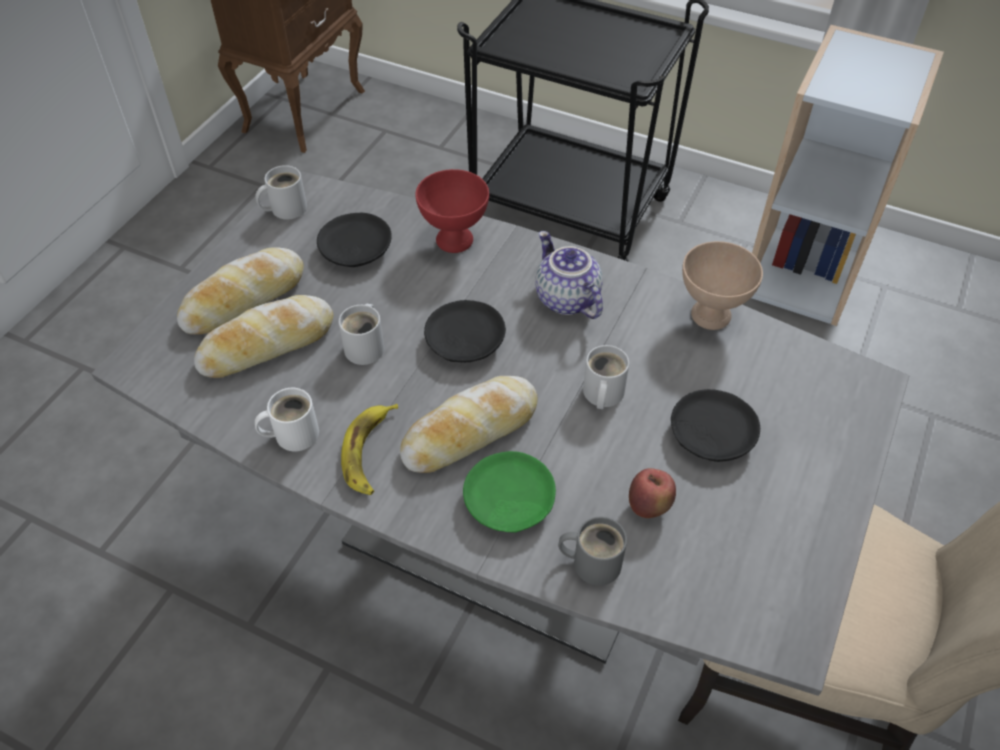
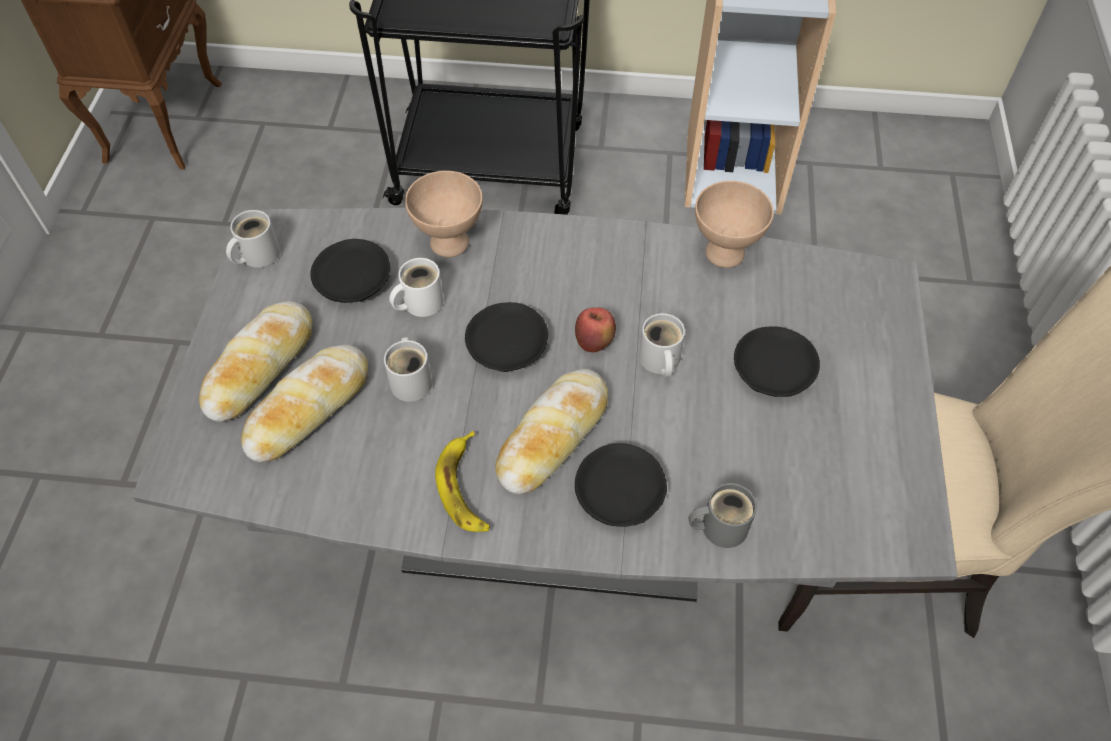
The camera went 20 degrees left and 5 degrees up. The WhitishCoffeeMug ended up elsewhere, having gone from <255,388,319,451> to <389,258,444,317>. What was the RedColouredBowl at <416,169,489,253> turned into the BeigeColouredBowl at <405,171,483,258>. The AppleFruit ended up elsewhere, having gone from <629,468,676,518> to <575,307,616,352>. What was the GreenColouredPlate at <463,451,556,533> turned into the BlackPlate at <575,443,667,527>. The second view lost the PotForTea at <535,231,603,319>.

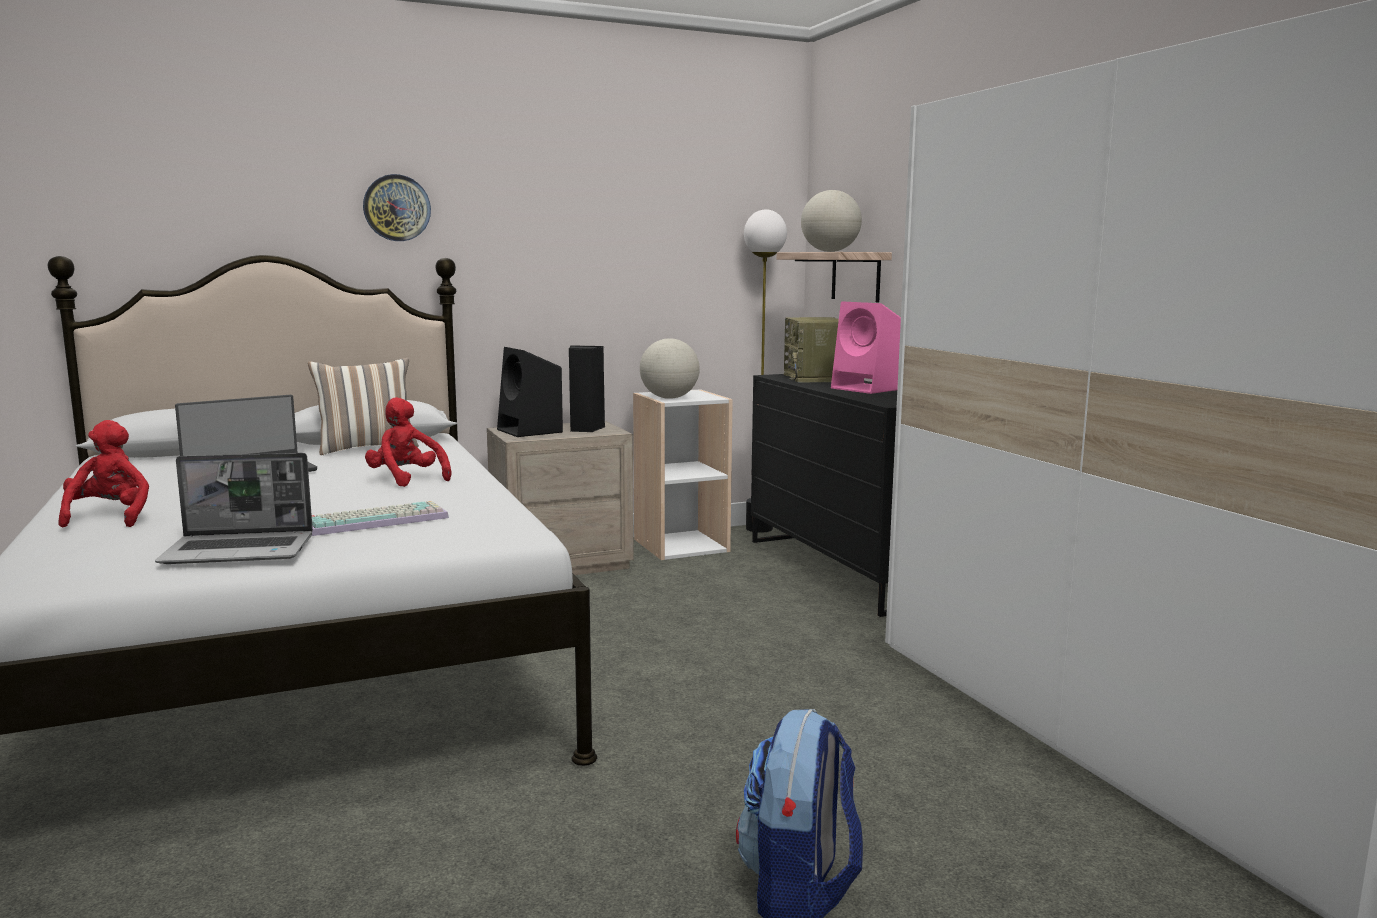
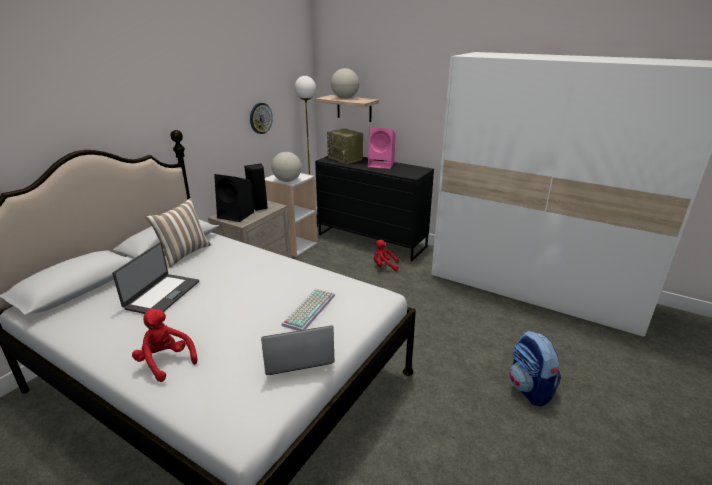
The camera went 35 degrees left and 15 degrees up. The ClockOnTheWall ended up elsewhere, having gone from <363,174,431,241> to <250,103,273,134>. The Laptop at <155,453,313,564> ended up facing another way, 150 degrees counterclockwise from before. The RedColouredSoftToy ended up elsewhere, having gone from <365,397,452,487> to <374,240,399,271>.

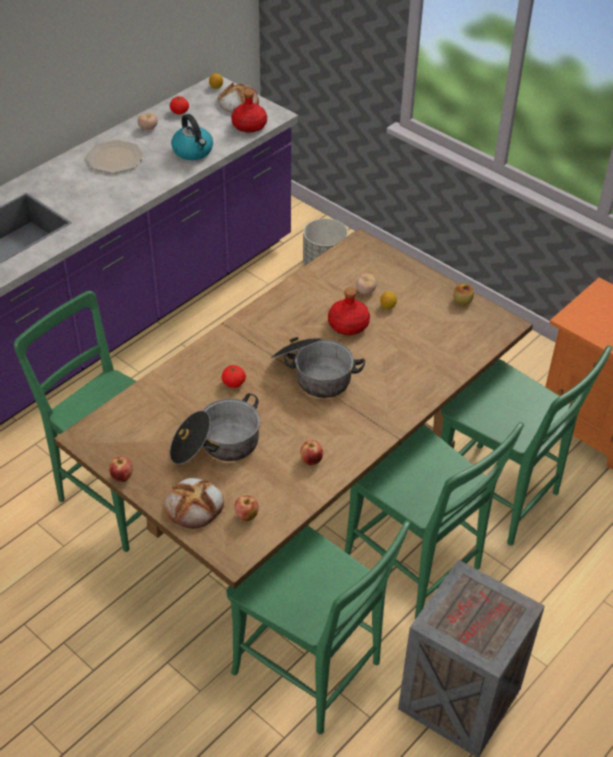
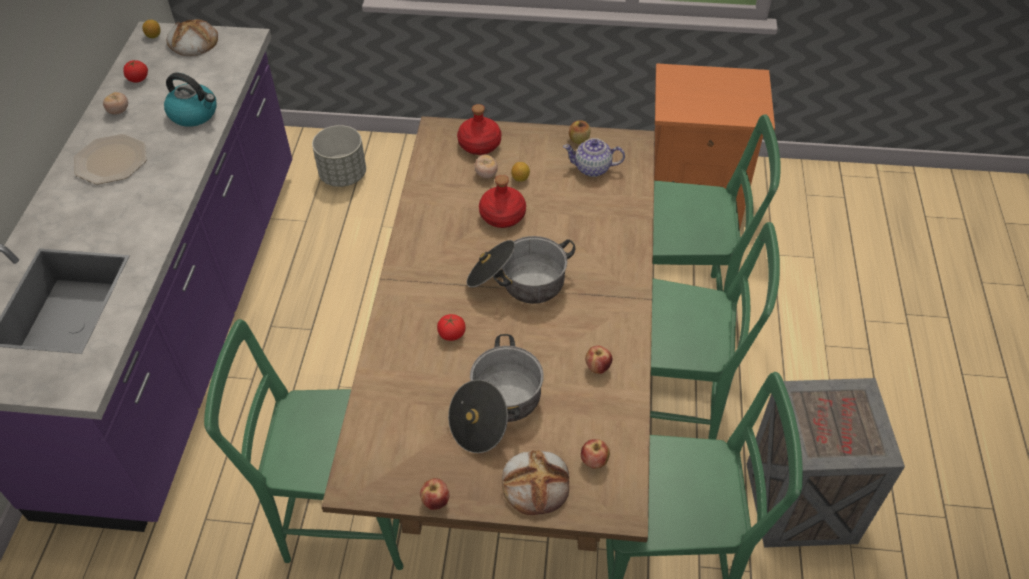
The camera went 35 degrees left and 5 degrees up. The RedColouredDrinkBottle ended up elsewhere, having gone from <231,90,267,133> to <457,104,501,155>. The second view gained the PotForTea at <563,138,625,177>.

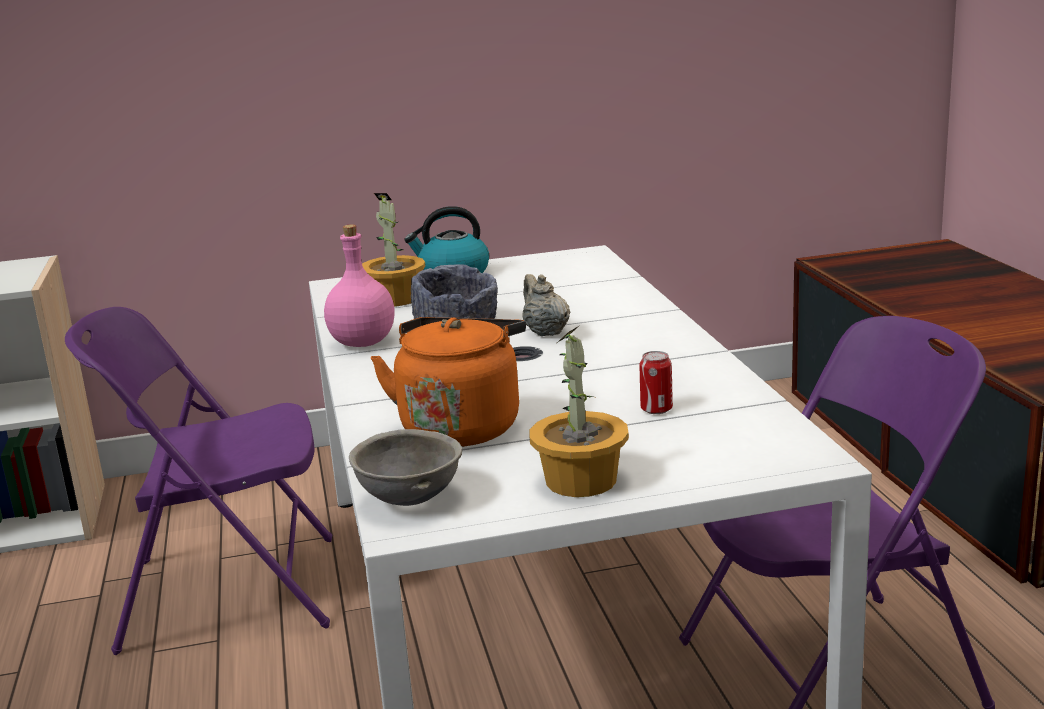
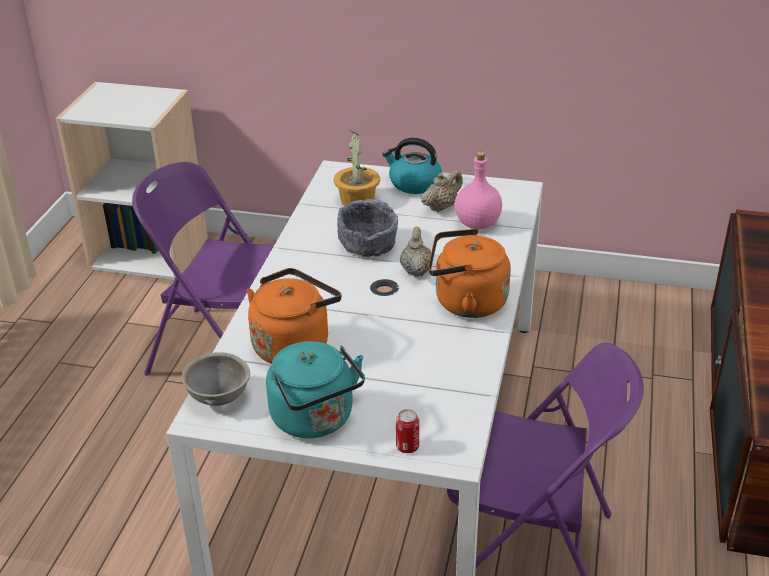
The camera went 25 degrees right and 15 degrees up. Where the PlantInAPot stood at <530,326,629,497>, the BlueGreenTeaKettle came to stand at <266,341,365,438>. The Can ended up elsewhere, having gone from <640,351,673,414> to <396,409,419,453>. The second view gained the BeigeColouredPotForTea at <421,170,463,212>. The second view gained the OrangeTeaKettle at <428,229,511,318>. The PinkDrinkBottle ended up elsewhere, having gone from <324,224,394,347> to <455,151,502,230>.

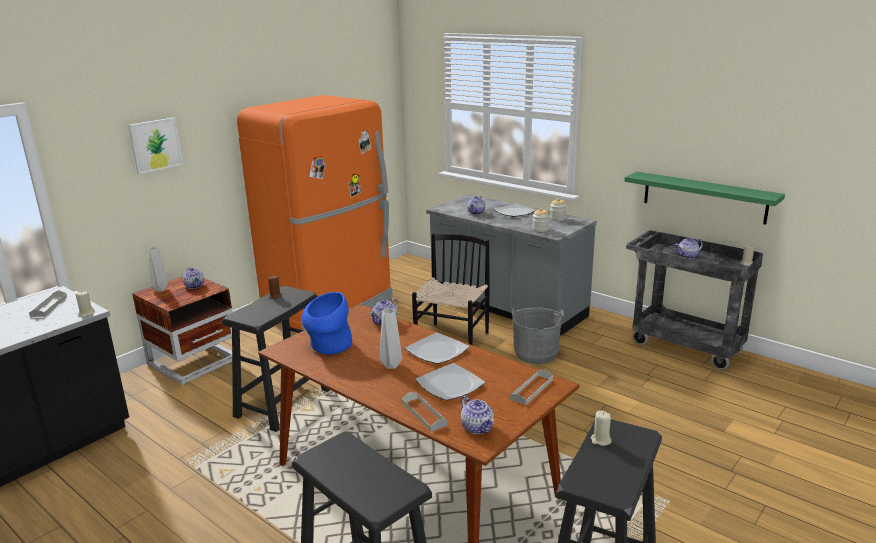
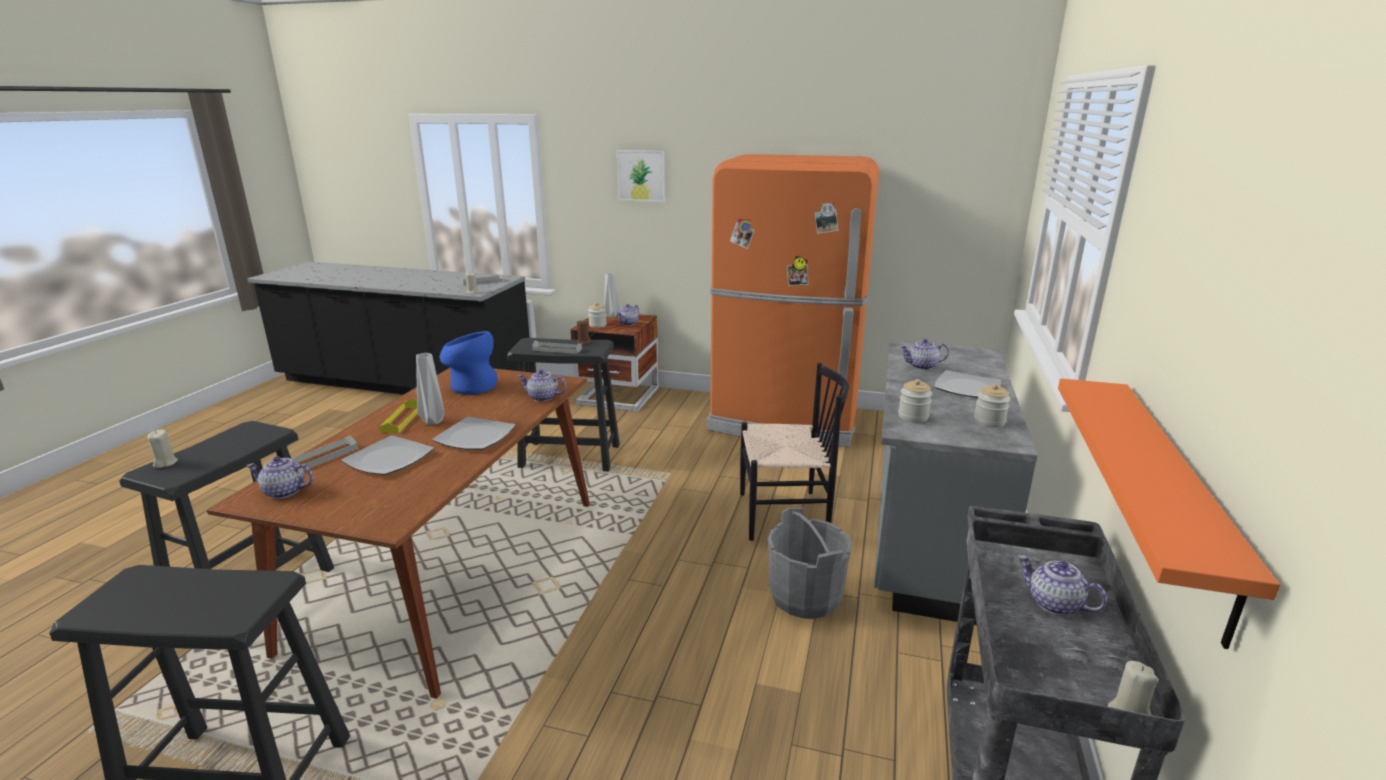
The camera went 65 degrees right and 0 degrees up. The BeigeColouredWaxCandle ended up elsewhere, having gone from <591,411,611,446> to <148,430,178,468>. The PotForTea at <461,396,494,434> ended up facing another way, 60 degrees clockwise from before. The second view gained the YellowColouredServingTray at <379,398,417,433>. The GreyishServingTray ended up elsewhere, having gone from <510,369,553,405> to <532,340,582,354>. The second view gained the PreserveJar at <588,302,607,328>. What was the GreenColouredBracketShelf at <624,172,785,225> turned into the OrangeBracketShelf at <1058,379,1280,649>.

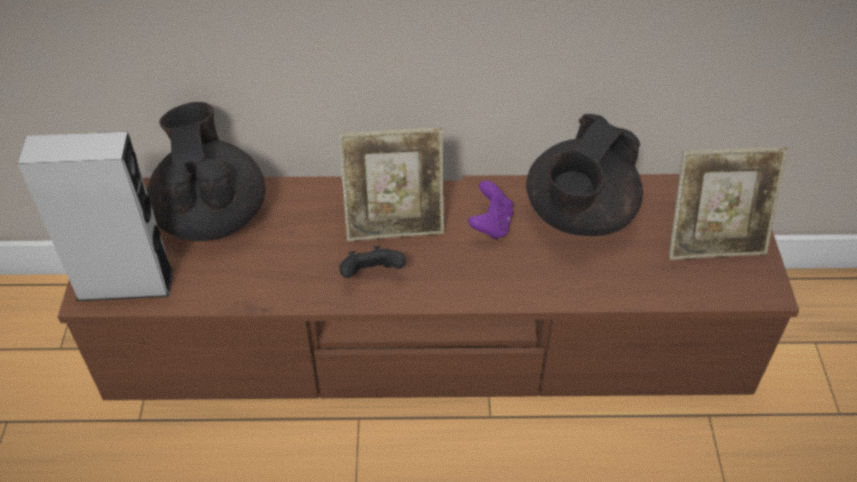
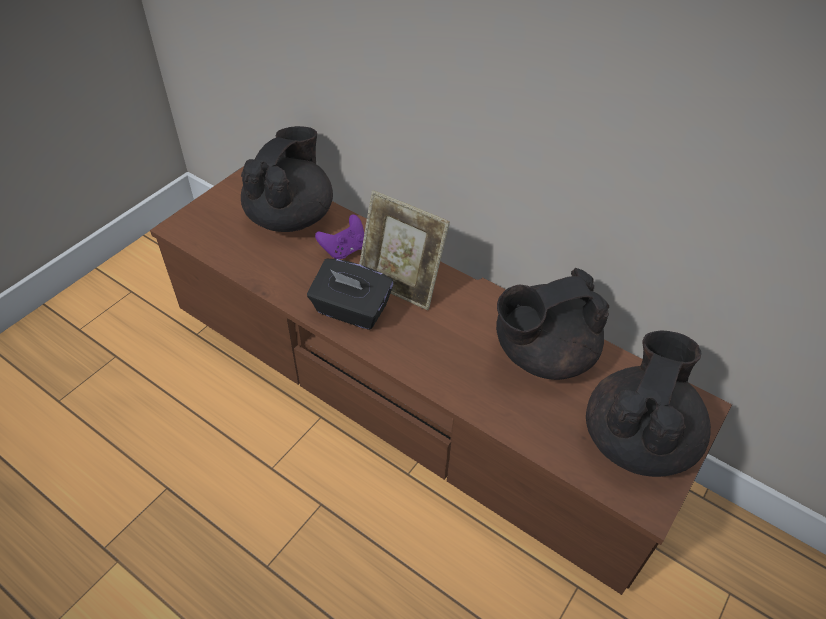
The camera went 35 degrees right and 0 degrees up. Where the BlackGamepad stood at <339,245,406,278>, the BlackBoxOfTissues came to stand at <307,259,393,330>. The PurpleGamepad ended up elsewhere, having gone from <468,180,513,240> to <315,214,364,259>. Where the PictureFrame stood at <669,147,788,260>, the BlackPotForTea came to stand at <586,330,711,477>. The second view lost the GreyishSpeaker at <17,132,173,301>.

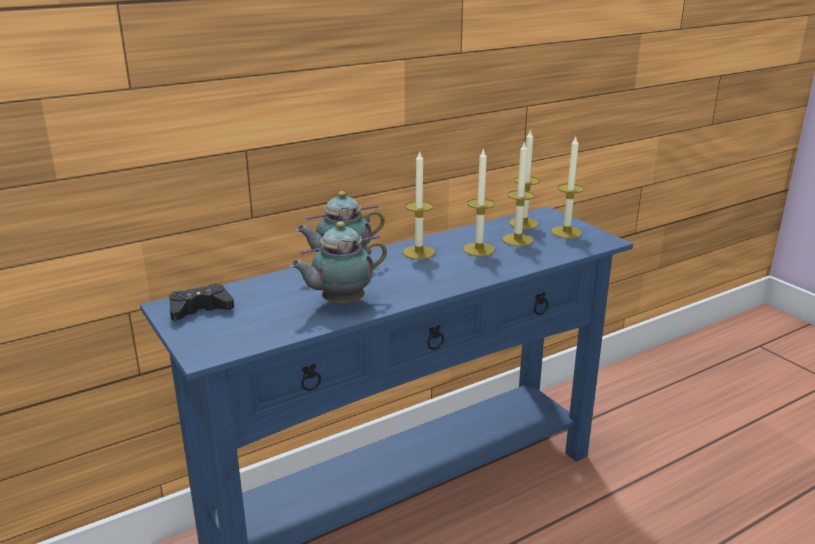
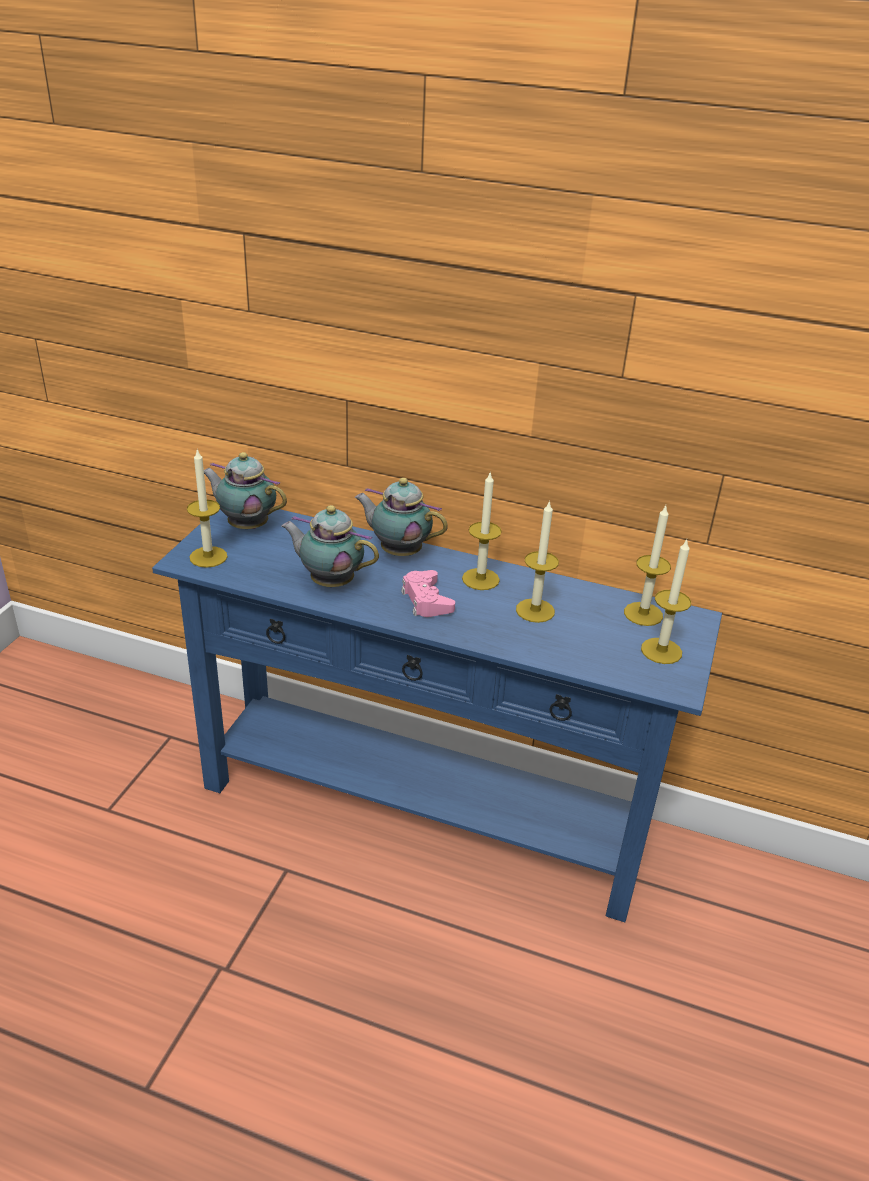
The camera went 50 degrees right and 10 degrees up. The WaxCandle ended up elsewhere, having gone from <502,141,535,246> to <187,449,227,568>. Where the BlackGamepad stood at <169,284,234,321>, the PotForTea came to stand at <204,452,287,529>. The second view gained the PinkGamepad at <401,570,455,617>.

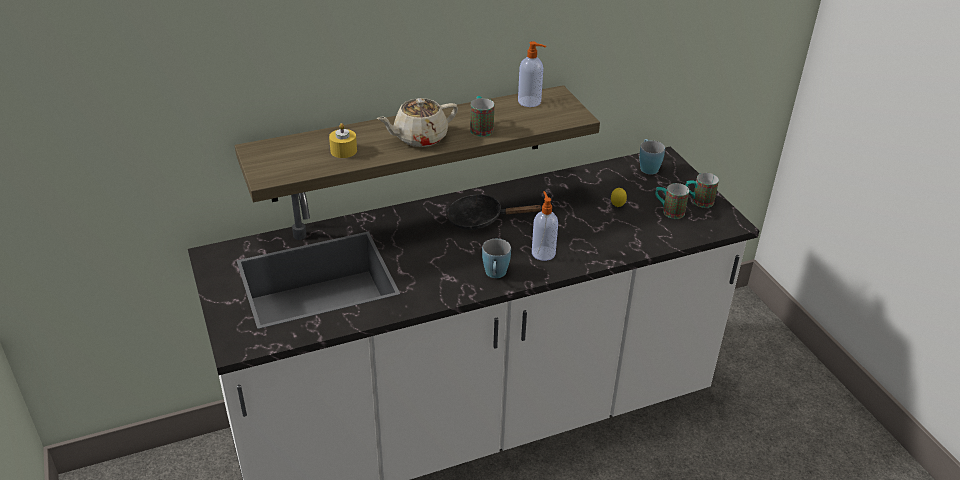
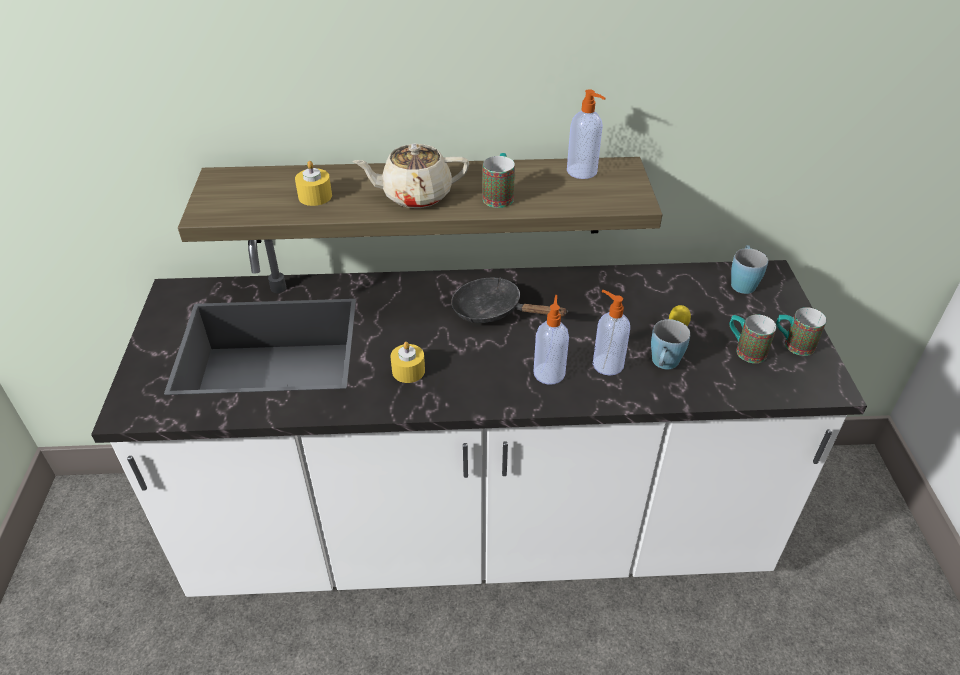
The camera went 20 degrees right and 5 degrees up. The second view gained the YellowColouredWaxCandle at <391,342,425,383>. The second view gained the SoapDispenser at <593,290,630,376>. The BlueColouredCoffeeMug ended up elsewhere, having gone from <482,239,511,278> to <651,319,690,370>.

